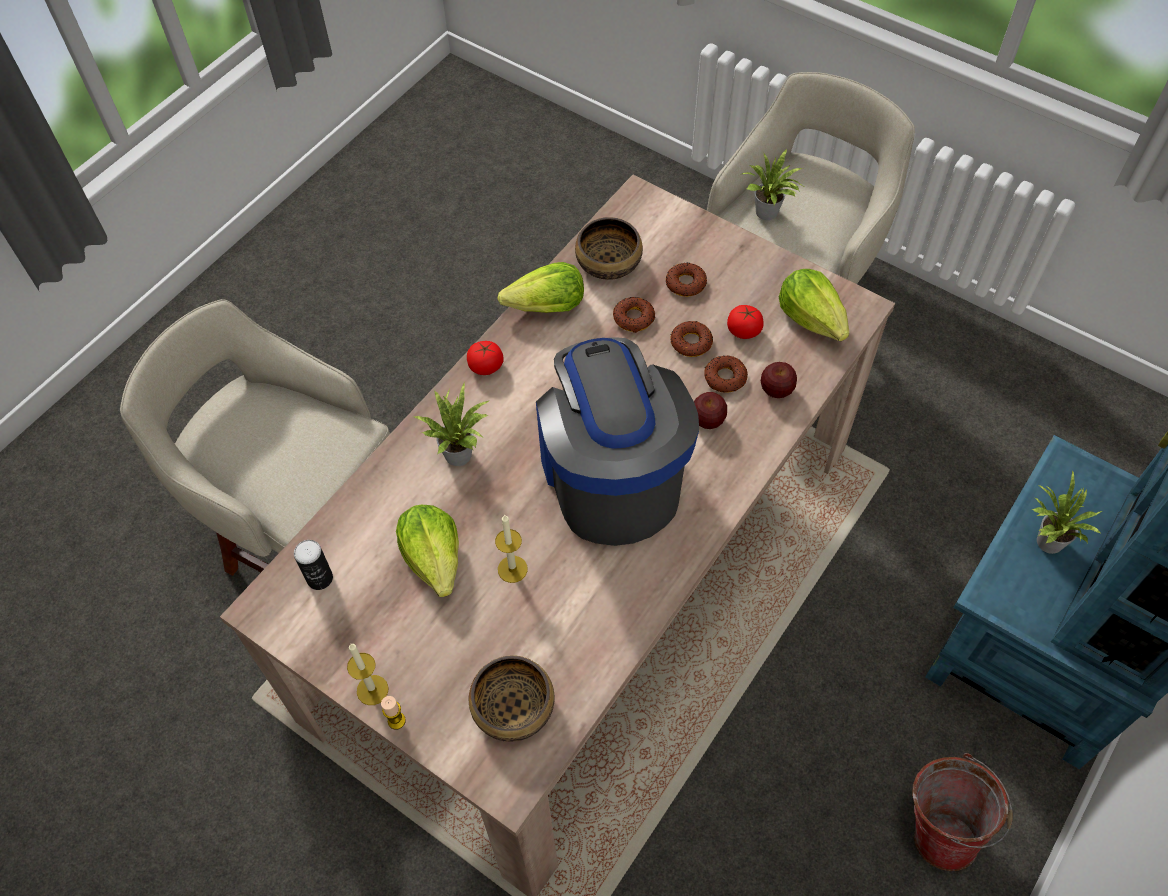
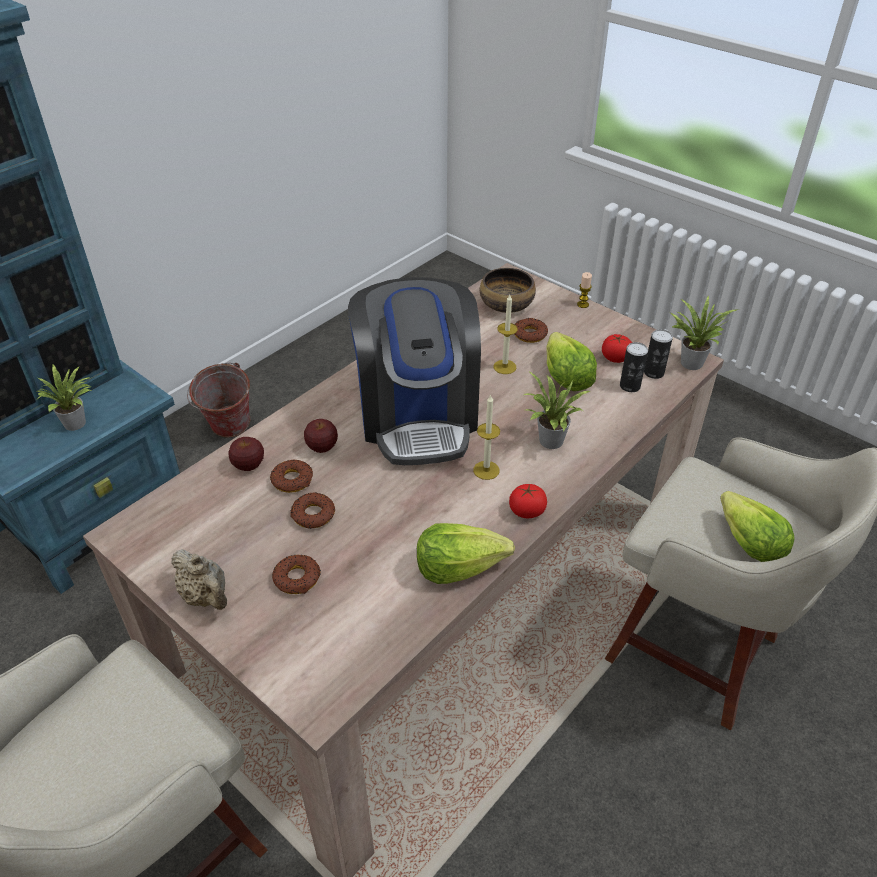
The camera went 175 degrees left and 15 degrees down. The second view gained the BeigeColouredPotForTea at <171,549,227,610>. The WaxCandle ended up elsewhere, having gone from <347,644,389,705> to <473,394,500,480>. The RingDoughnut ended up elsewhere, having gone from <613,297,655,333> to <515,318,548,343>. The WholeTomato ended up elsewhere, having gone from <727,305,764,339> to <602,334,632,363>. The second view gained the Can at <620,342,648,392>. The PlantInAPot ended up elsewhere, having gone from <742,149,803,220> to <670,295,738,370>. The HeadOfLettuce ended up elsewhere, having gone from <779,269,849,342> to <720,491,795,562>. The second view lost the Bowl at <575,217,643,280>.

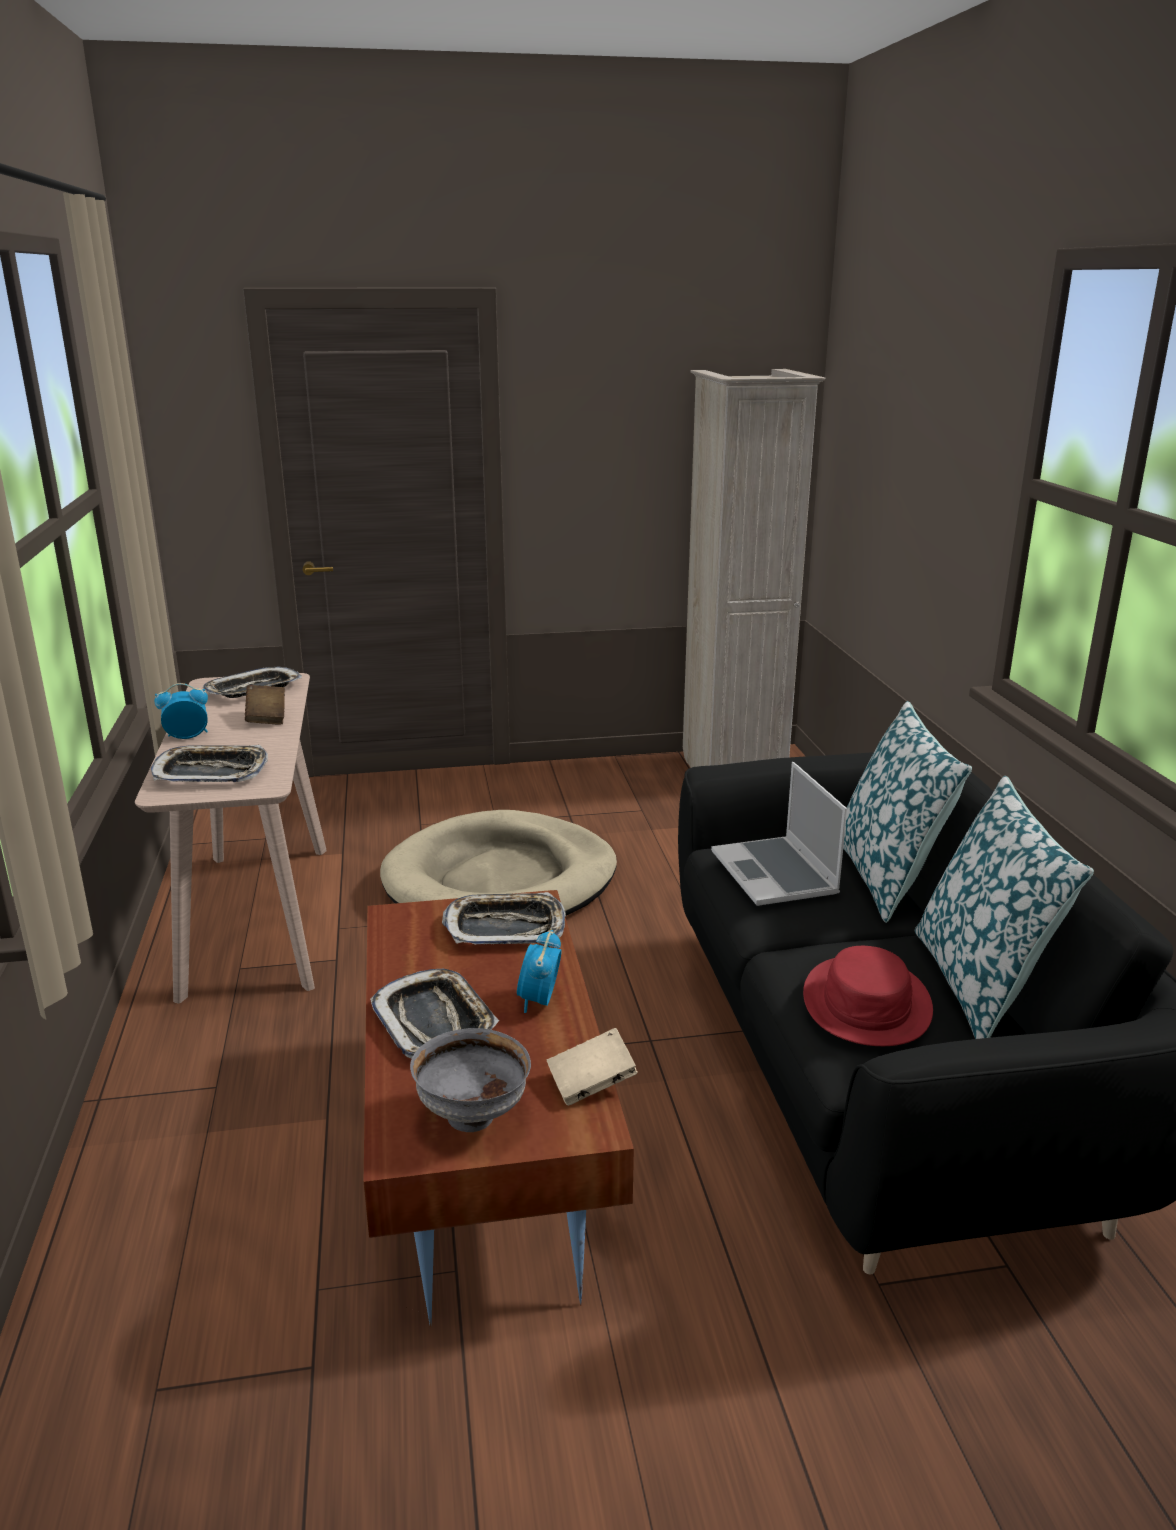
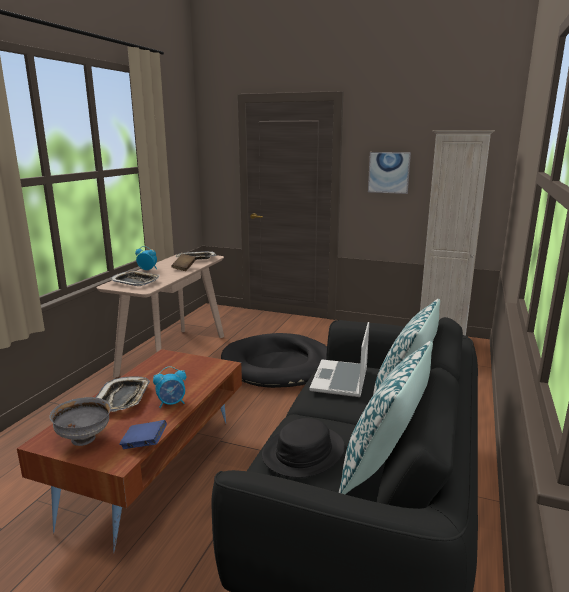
The camera went 30 degrees right and 5 degrees down. What was the BeigeColouredBook at <547,1028,638,1106> turned into the BlueColouredBook at <119,420,167,449>. The BedsideClock at <517,930,562,1013> ended up facing another way, 150 degrees counterclockwise from before. What was the BeigeColouredDogCushion at <380,810,617,916> turned into the BlackDogCushion at <221,333,327,388>. What was the RedColouredHat at <803,946,933,1046> turned into the BlackHat at <262,418,345,478>. The second view gained the WallArt at <368,152,411,194>. The second view lost the ServingTray at <442,892,566,944>.

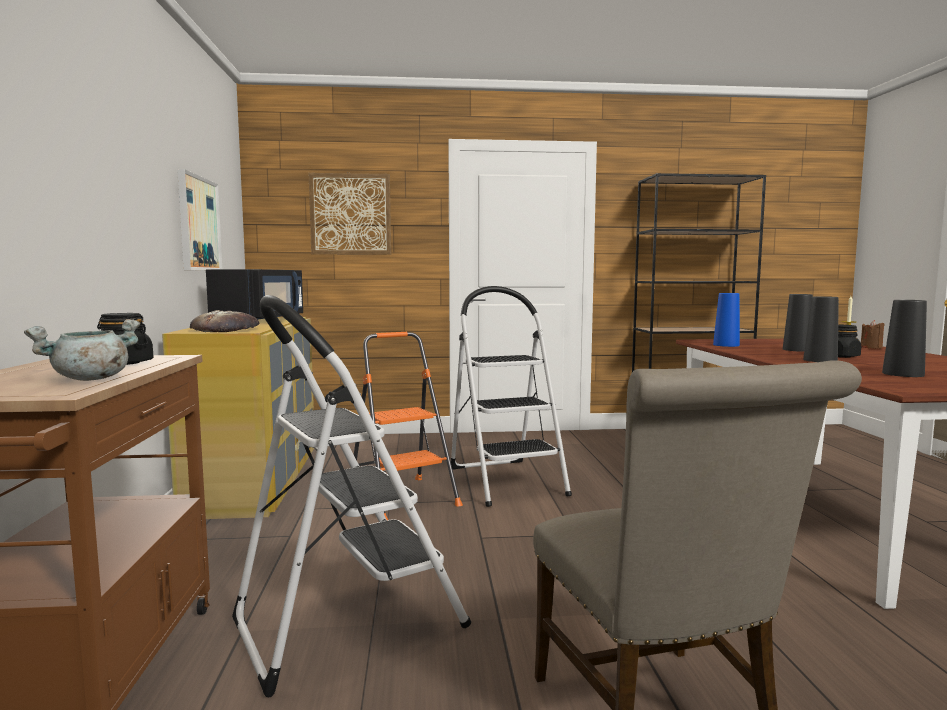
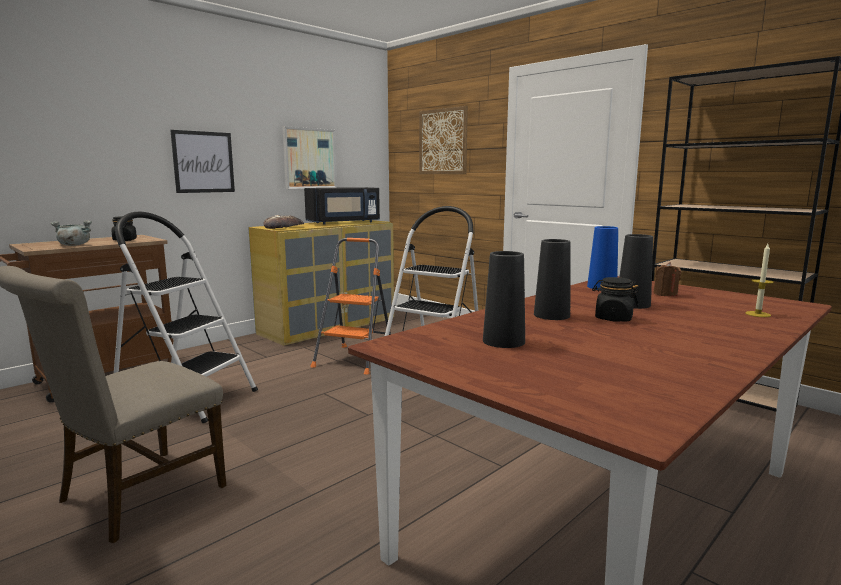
The camera went 50 degrees right and 5 degrees up. The second view gained the WallArt at <170,130,235,193>. The BrownColouredWaxCandle ended up elsewhere, having gone from <861,320,885,349> to <653,262,681,297>.

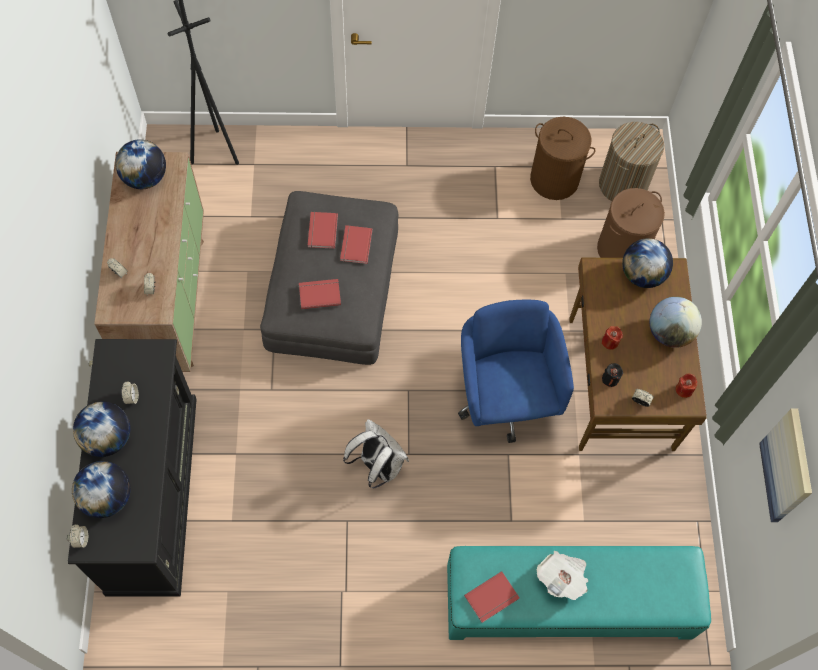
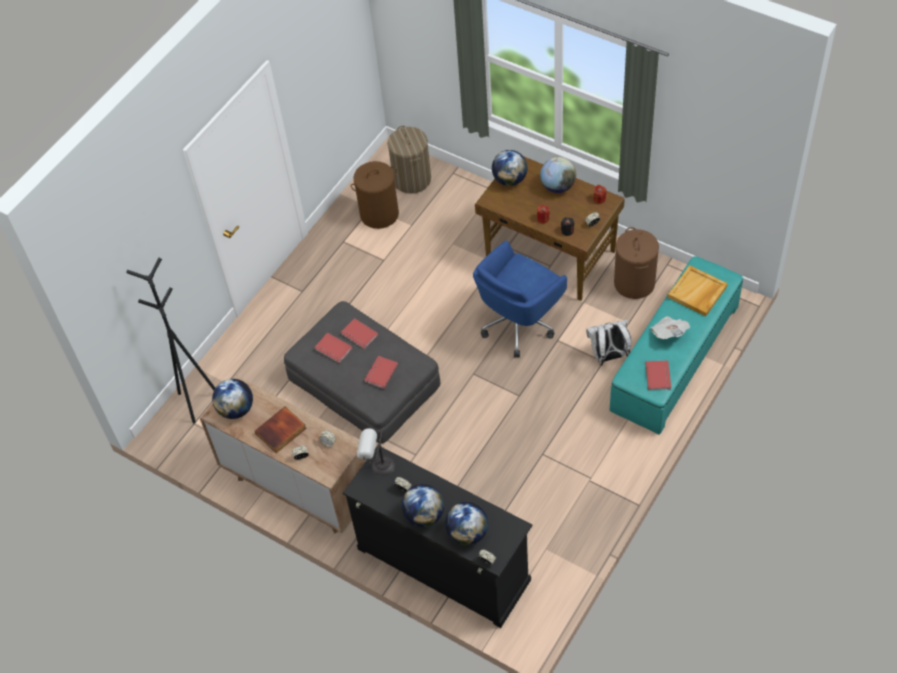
The camera went 50 degrees left and 10 degrees down. The second view gained the Book at <255,407,307,453>. The second view gained the TableLamp at <357,428,395,476>. The BlueColouredComputerChair at <458,300,574,443> ended up facing another way, 75 degrees counterclockwise from before. The WhitishBackpack ended up elsewhere, having gone from <343,419,409,488> to <586,320,631,365>. The BrownColouredWashingBasket ended up elsewhere, having gone from <597,188,665,258> to <614,227,659,299>. The second view gained the BeigeColouredServingTray at <668,265,728,316>. The second view lost the WallArt at <759,409,812,522>.

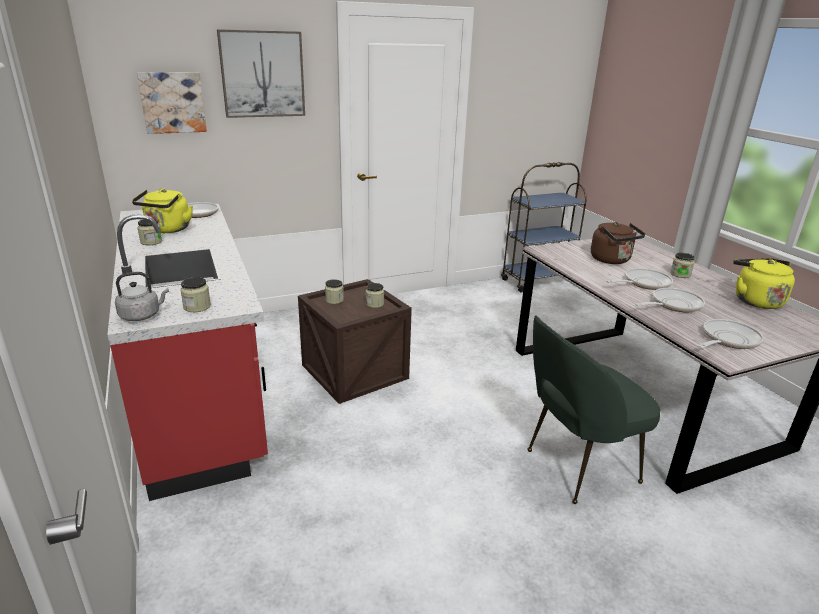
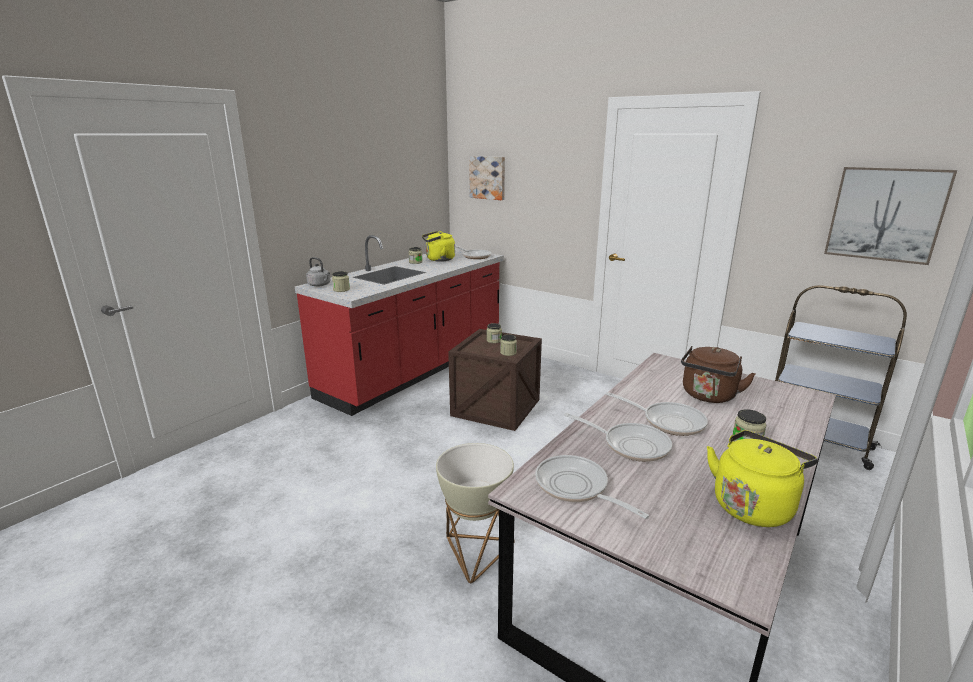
The camera went 60 degrees right and 5 degrees down. Where the GreenColouredChair stood at <528,316,660,504>, the FlowerPot came to stand at <436,443,515,583>. The FryingPan at <698,319,764,349> ended up facing another way, 150 degrees counterclockwise from before. The WallArt ended up elsewhere, having gone from <217,29,305,118> to <824,167,957,265>.

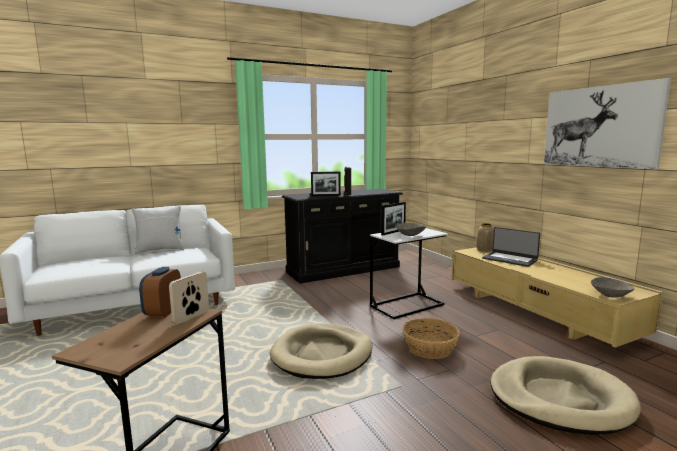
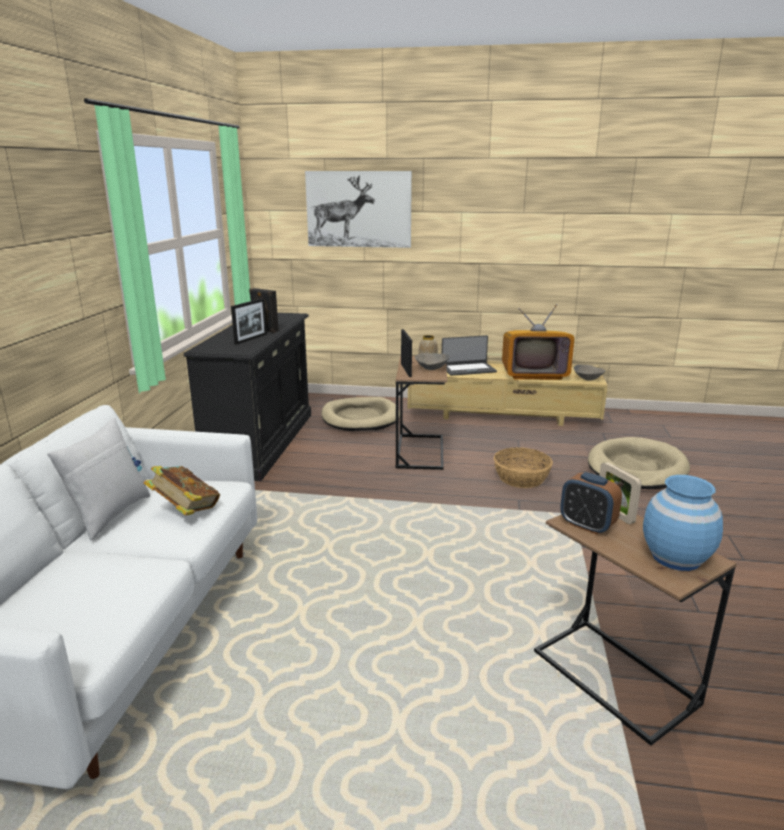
The camera went 55 degrees left and 10 degrees up. The second view gained the Book at <144,466,220,516>. The WallArt ended up elsewhere, having gone from <544,78,671,169> to <305,171,412,248>. The BeigeColouredDogCushion ended up elsewhere, having gone from <270,323,372,379> to <321,397,400,431>. What was the WhitishSideTable at <370,228,448,319> turned into the BrownColouredSideTable at <396,356,447,470>. The second view gained the TvSet at <502,304,575,380>. The second view gained the BlueColouredFlowerVase at <643,475,723,571>.

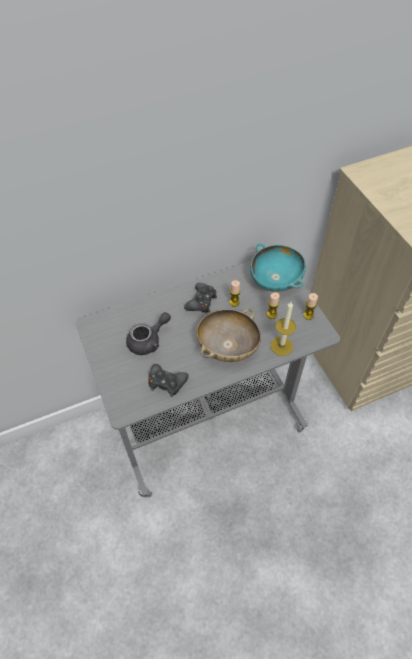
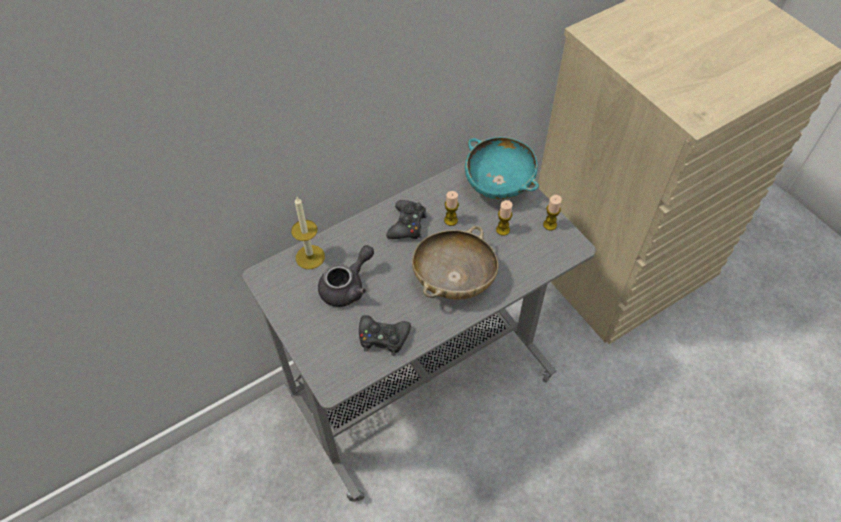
The camera went 10 degrees left and 0 degrees up. The WaxCandle ended up elsewhere, having gone from <271,302,296,356> to <291,197,325,269>.

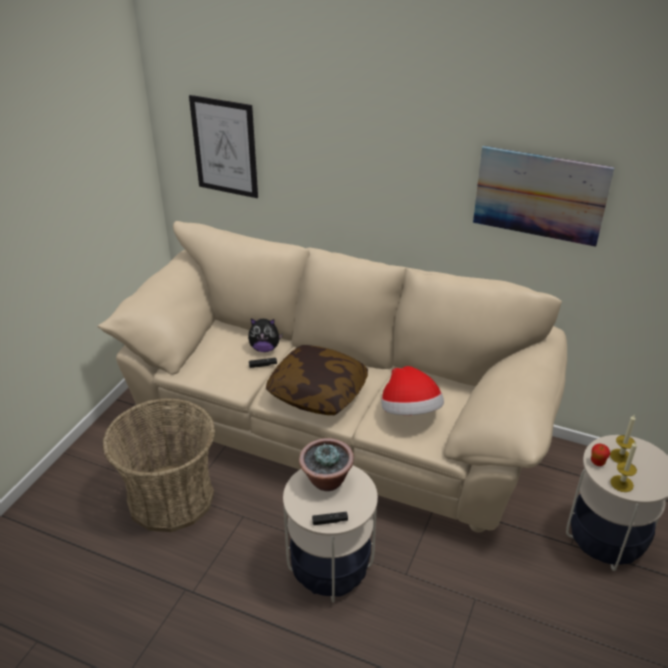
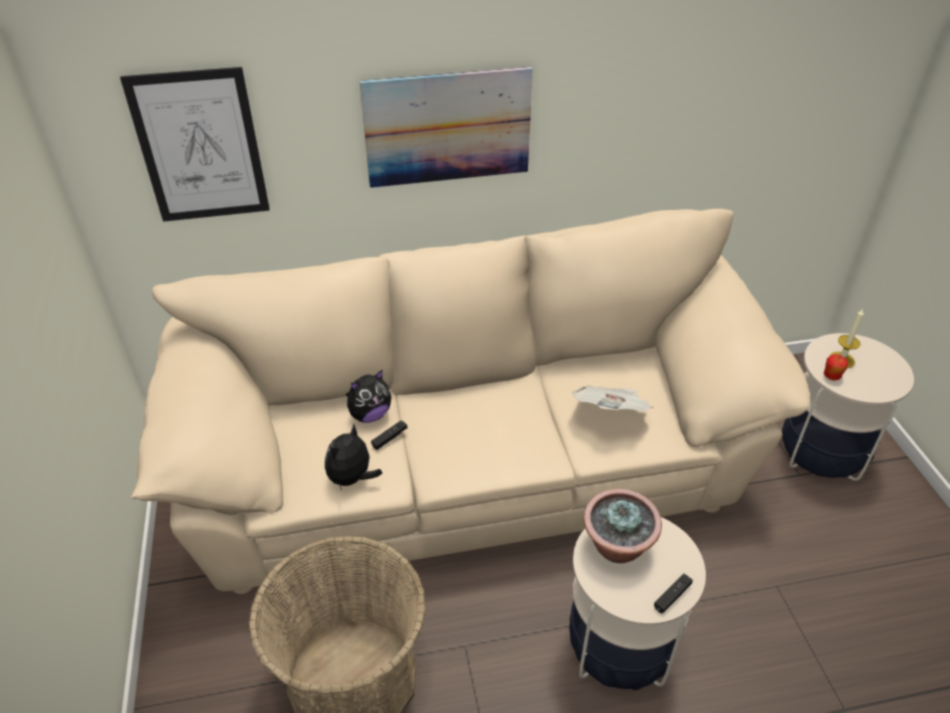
The camera went 35 degrees left and 5 degrees up. The second view gained the SoftToy at <325,424,382,490>. The WallArt ended up elsewhere, having gone from <473,146,615,247> to <360,67,533,188>. Where the Hat stood at <381,366,444,415>, the PrintedPaper came to stand at <572,385,653,412>. The second view lost the ThrowPillow at <266,345,368,415>. The second view lost the WaxCandle at <610,441,637,492>.

